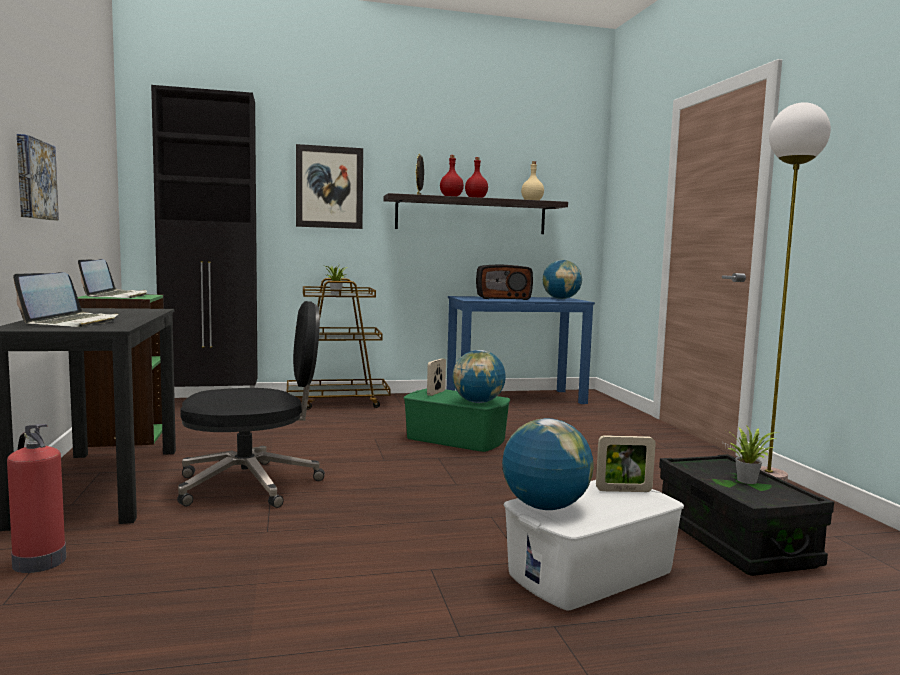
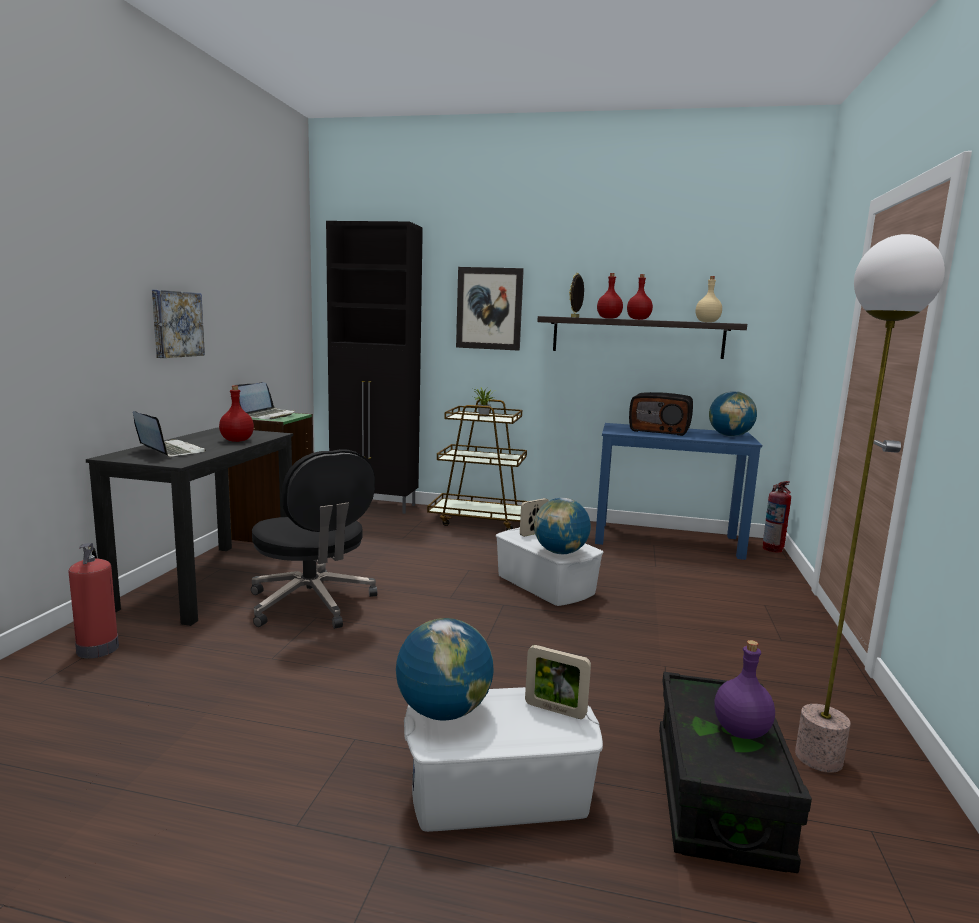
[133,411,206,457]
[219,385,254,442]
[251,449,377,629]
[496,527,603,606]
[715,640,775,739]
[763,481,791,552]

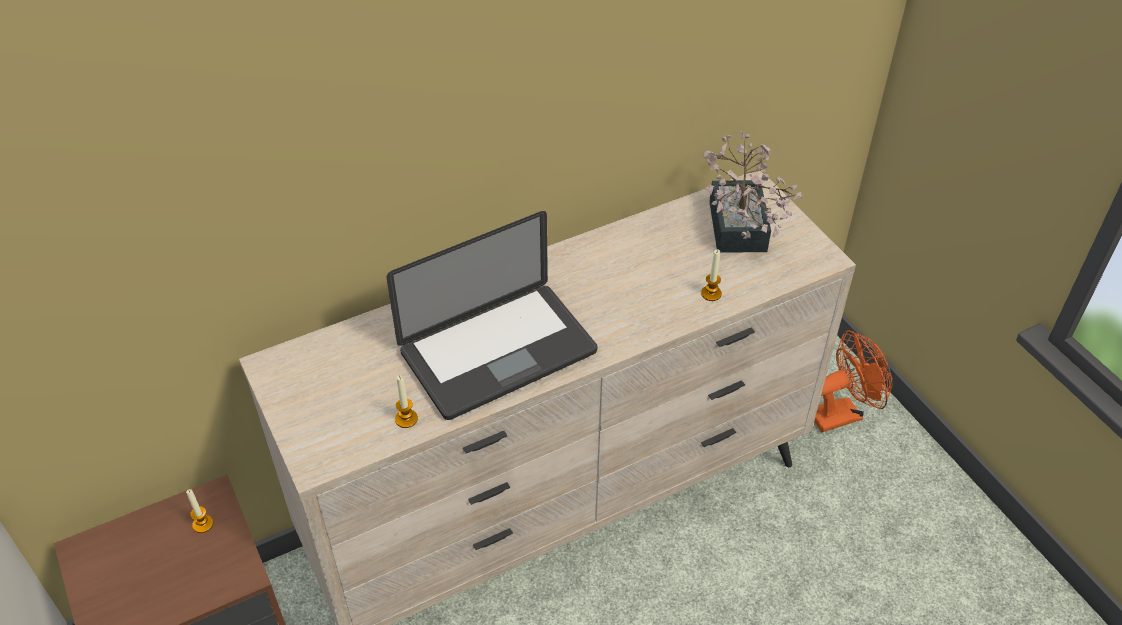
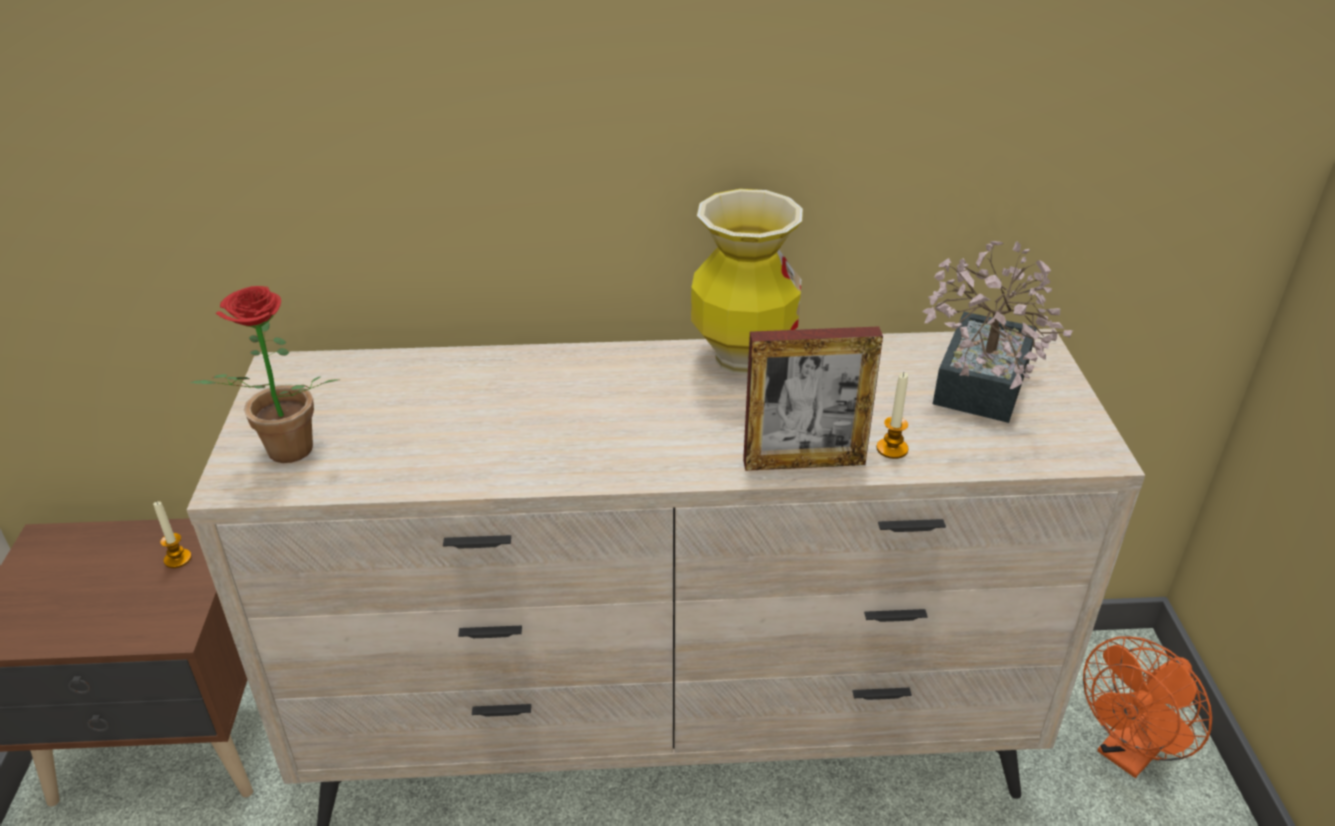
[190,286,338,463]
[691,189,803,375]
[743,326,883,471]
[1083,636,1212,778]
[387,211,597,420] (first image)
[395,375,418,428] (first image)

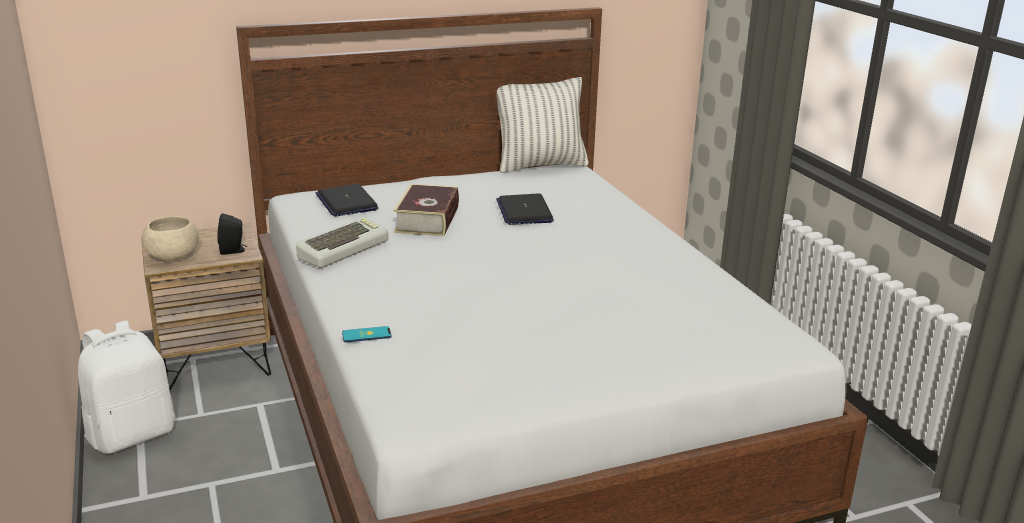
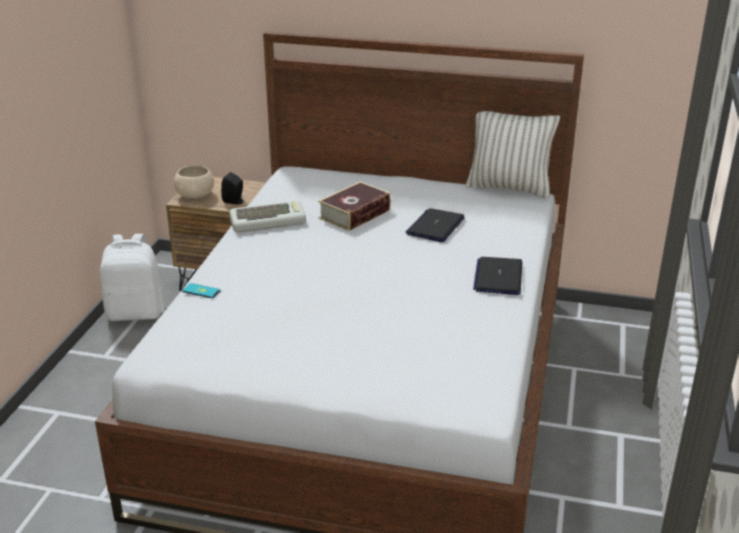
[473,257,522,295]

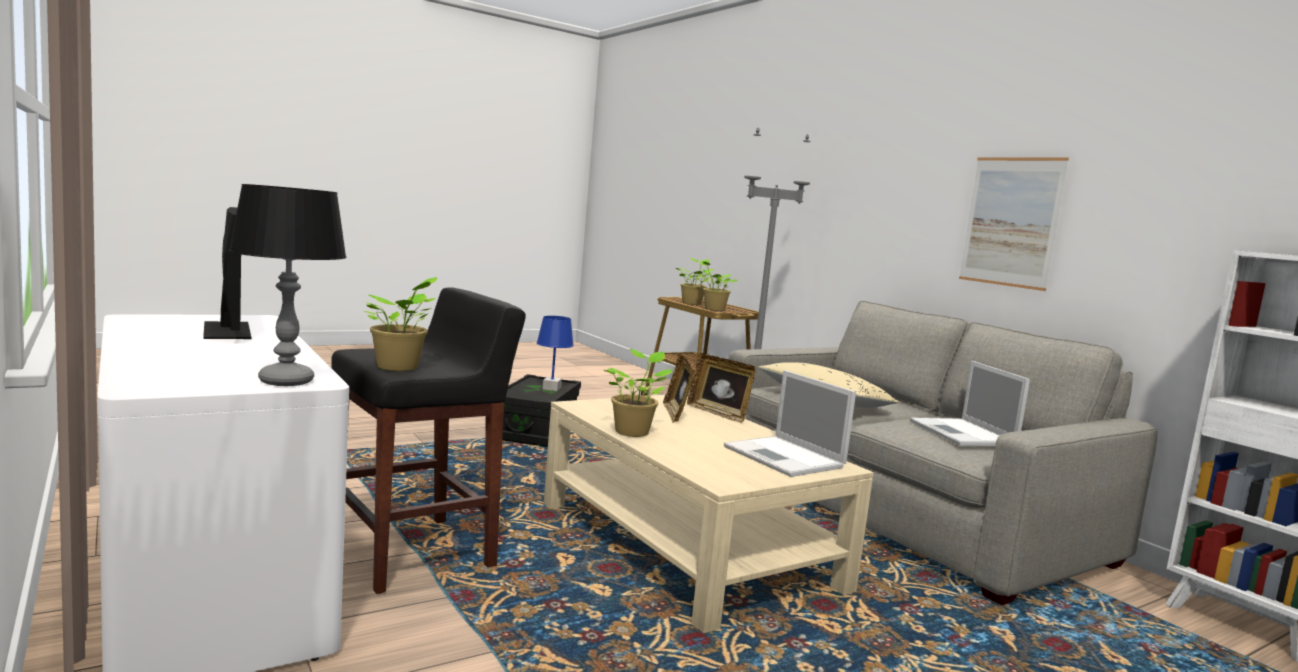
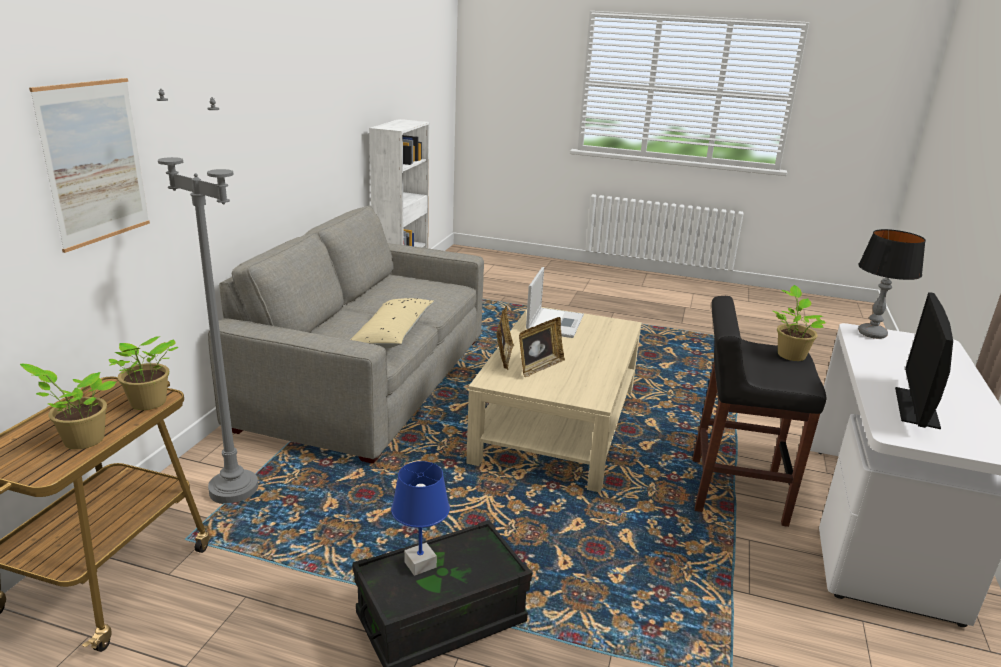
[29,78,150,253]
[604,349,673,437] (first image)
[910,361,1030,446] (first image)

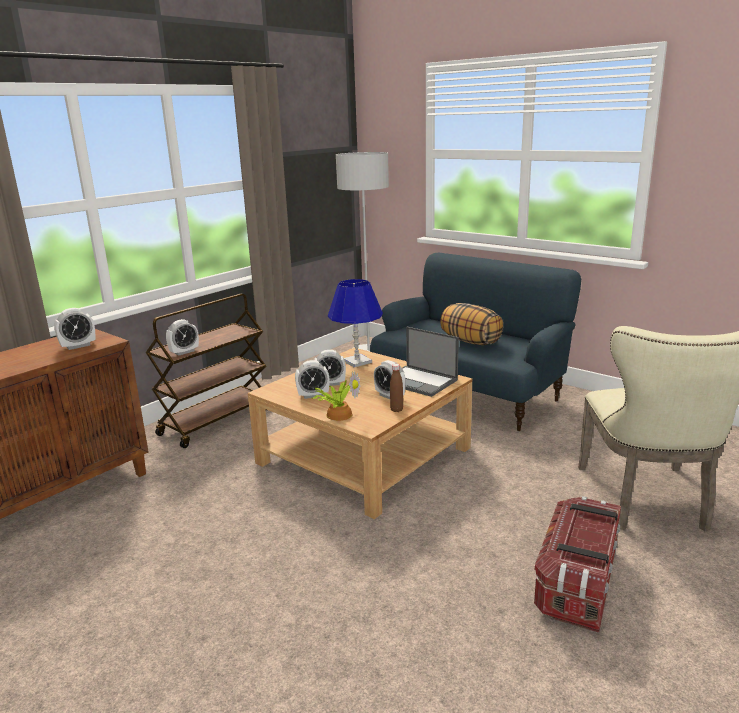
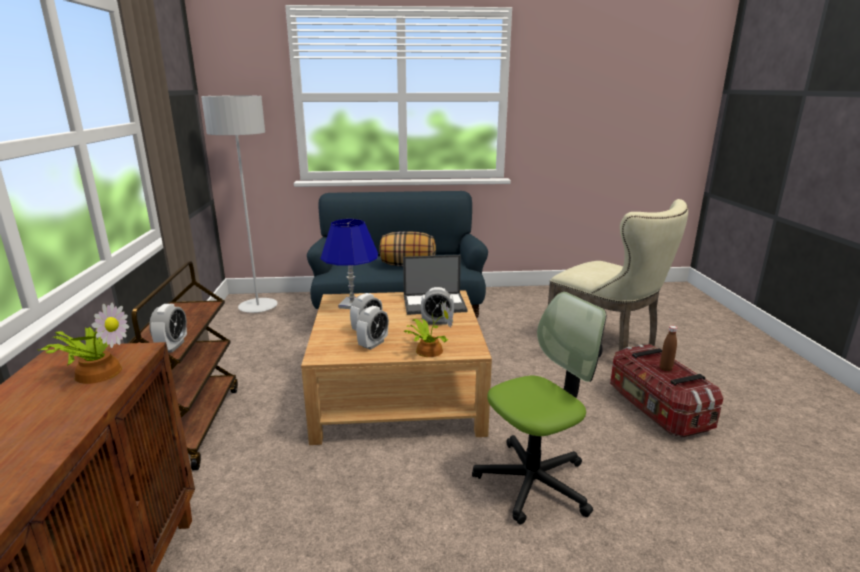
[37,302,129,384]
[472,292,606,525]
[660,326,677,371]

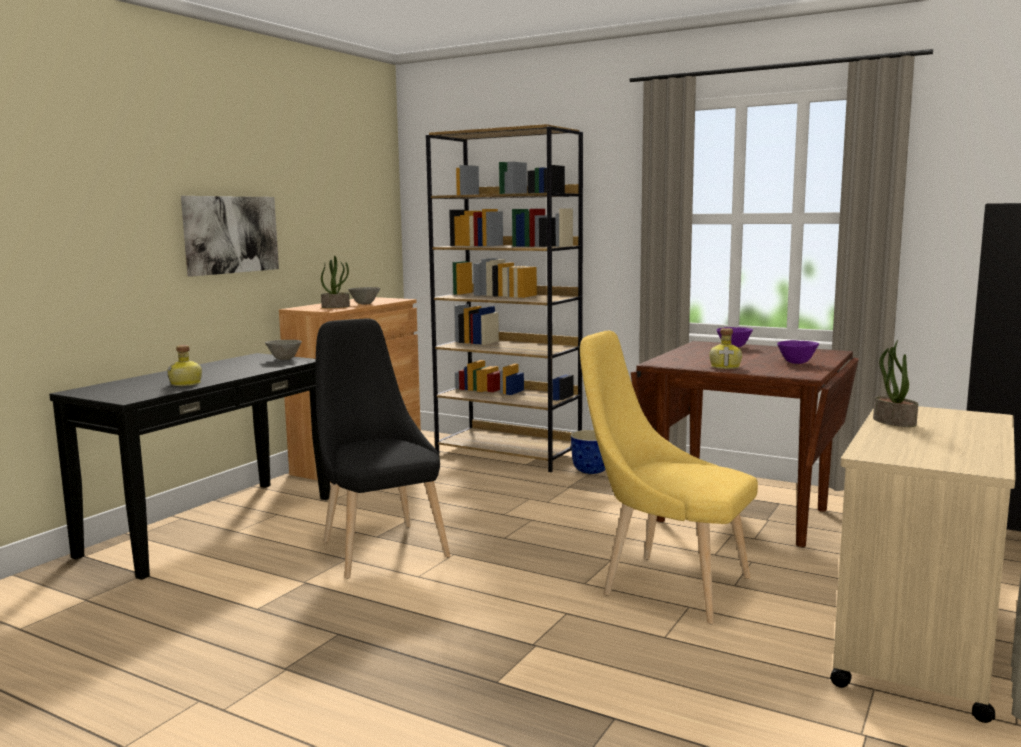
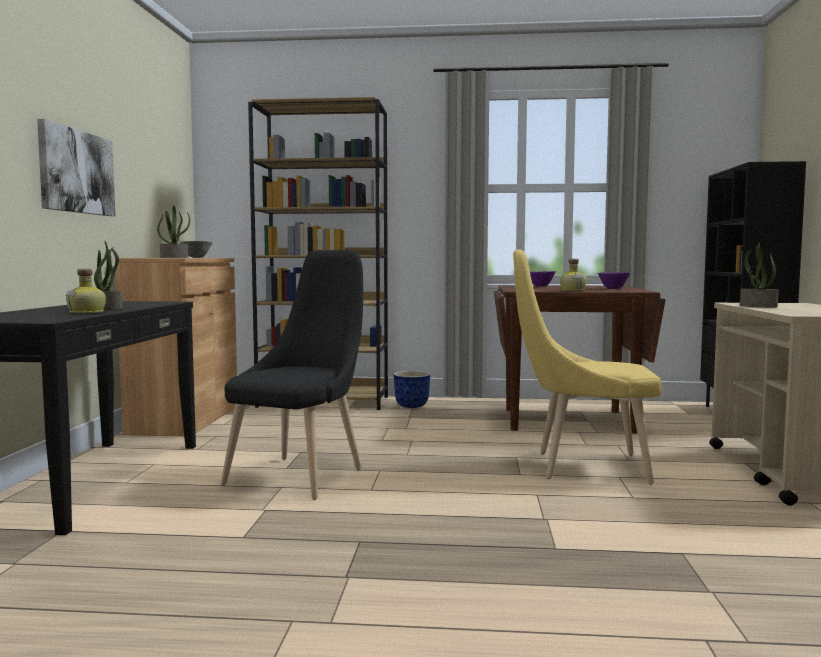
[94,240,123,310]
[221,250,363,500]
[265,340,302,360] (first image)

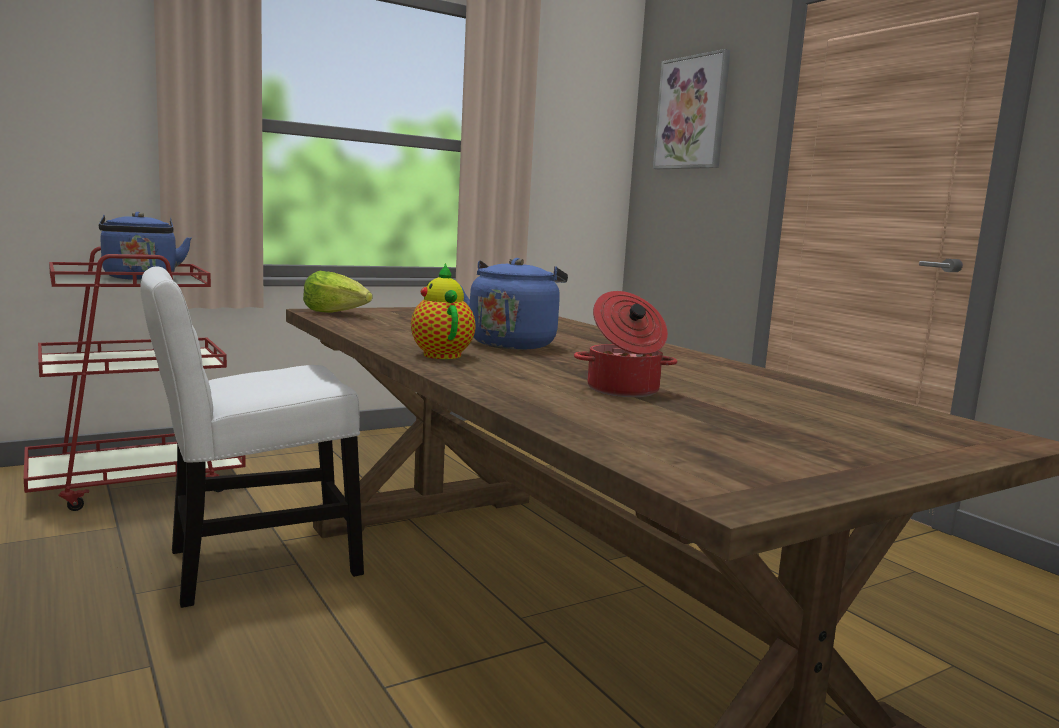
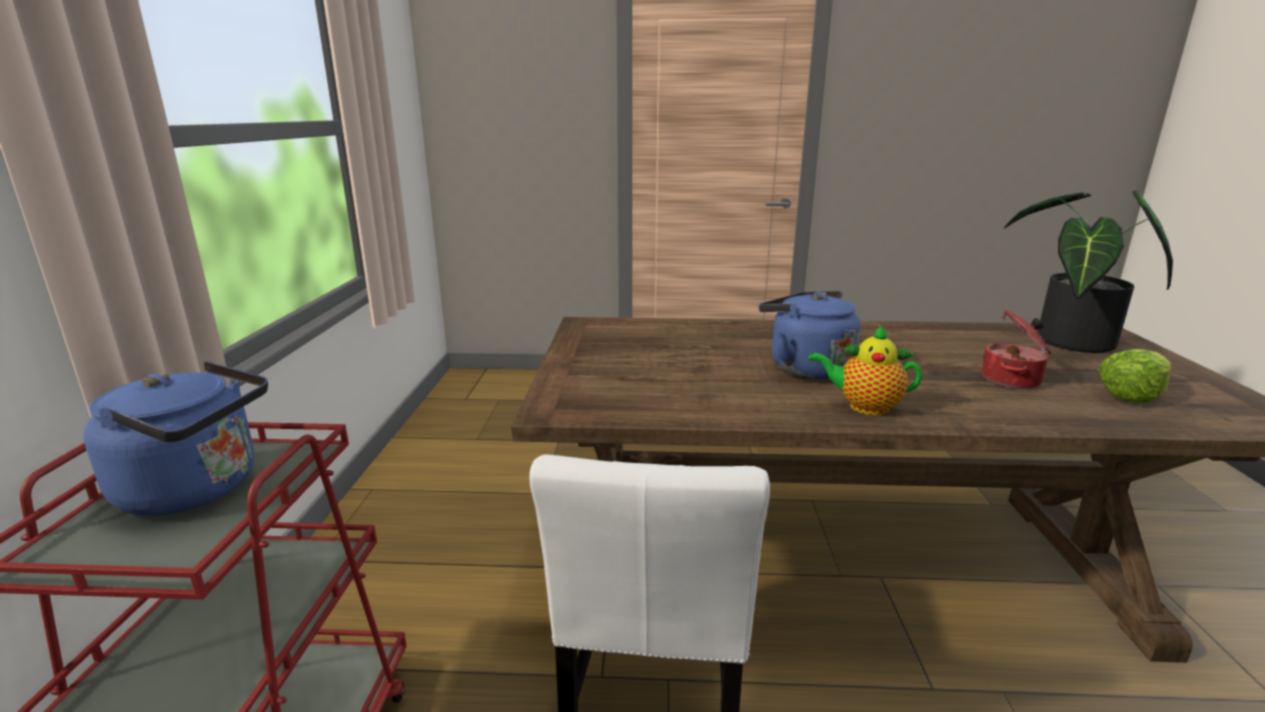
[1004,191,1173,353]
[1098,349,1171,403]
[653,49,730,169] (first image)

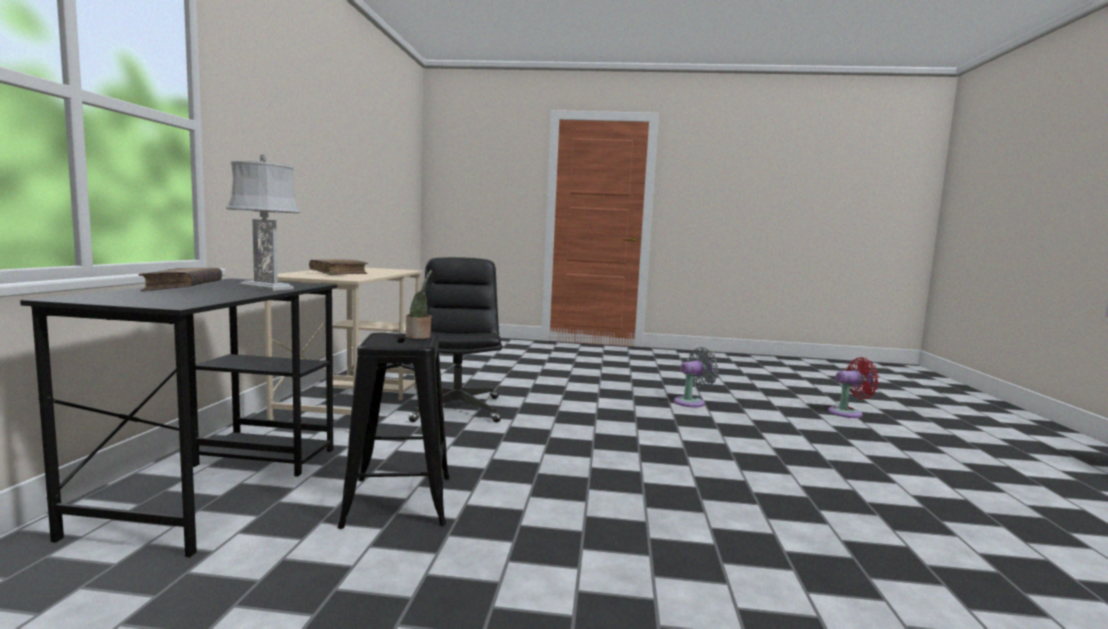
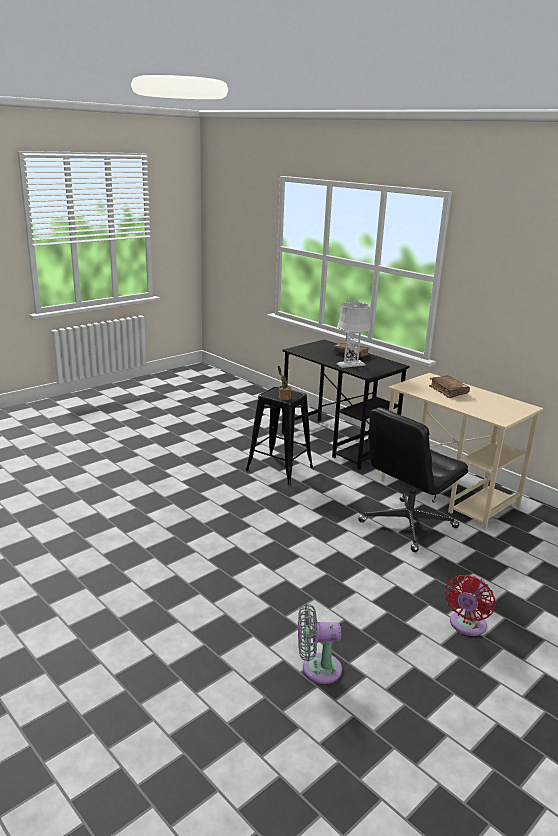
[298,604,342,684]
[358,408,468,552]
[445,574,495,636]

